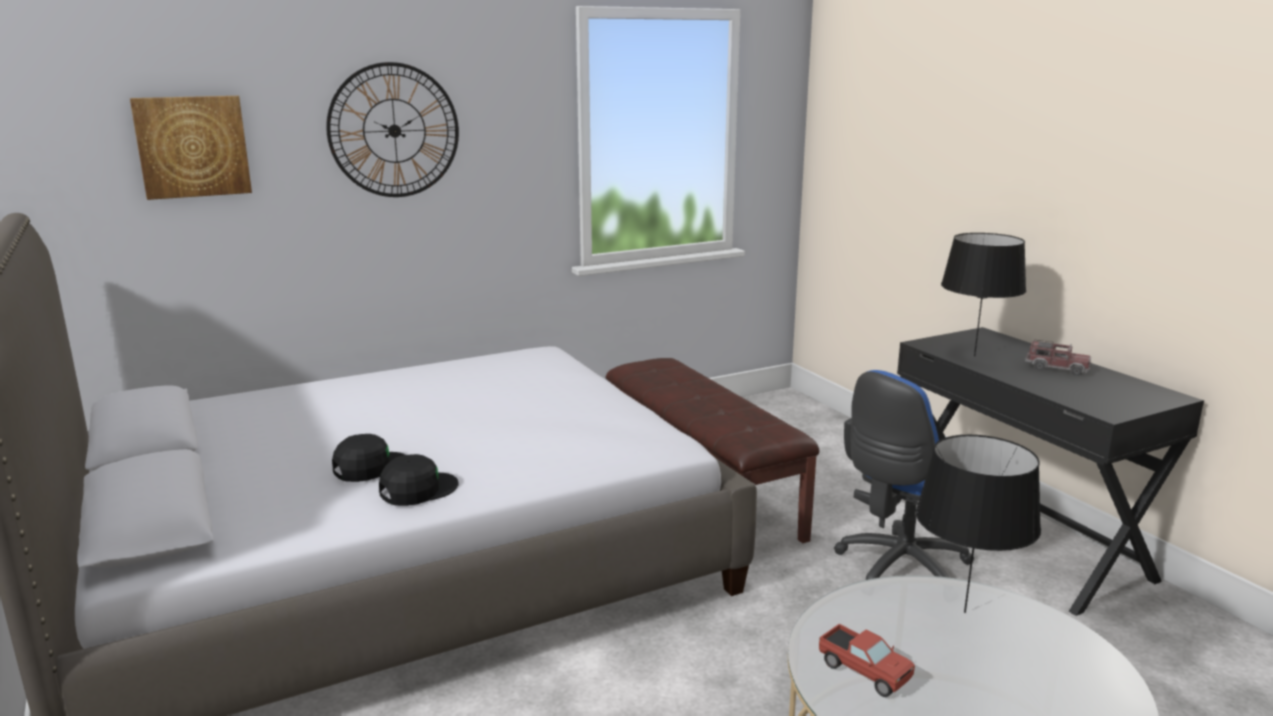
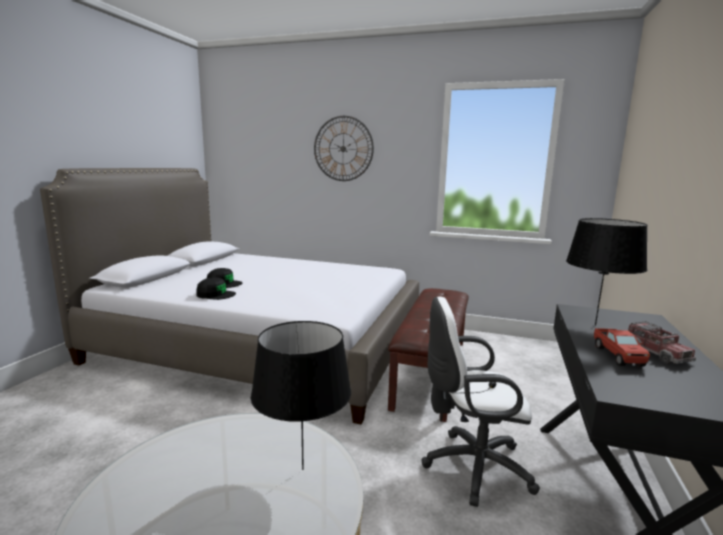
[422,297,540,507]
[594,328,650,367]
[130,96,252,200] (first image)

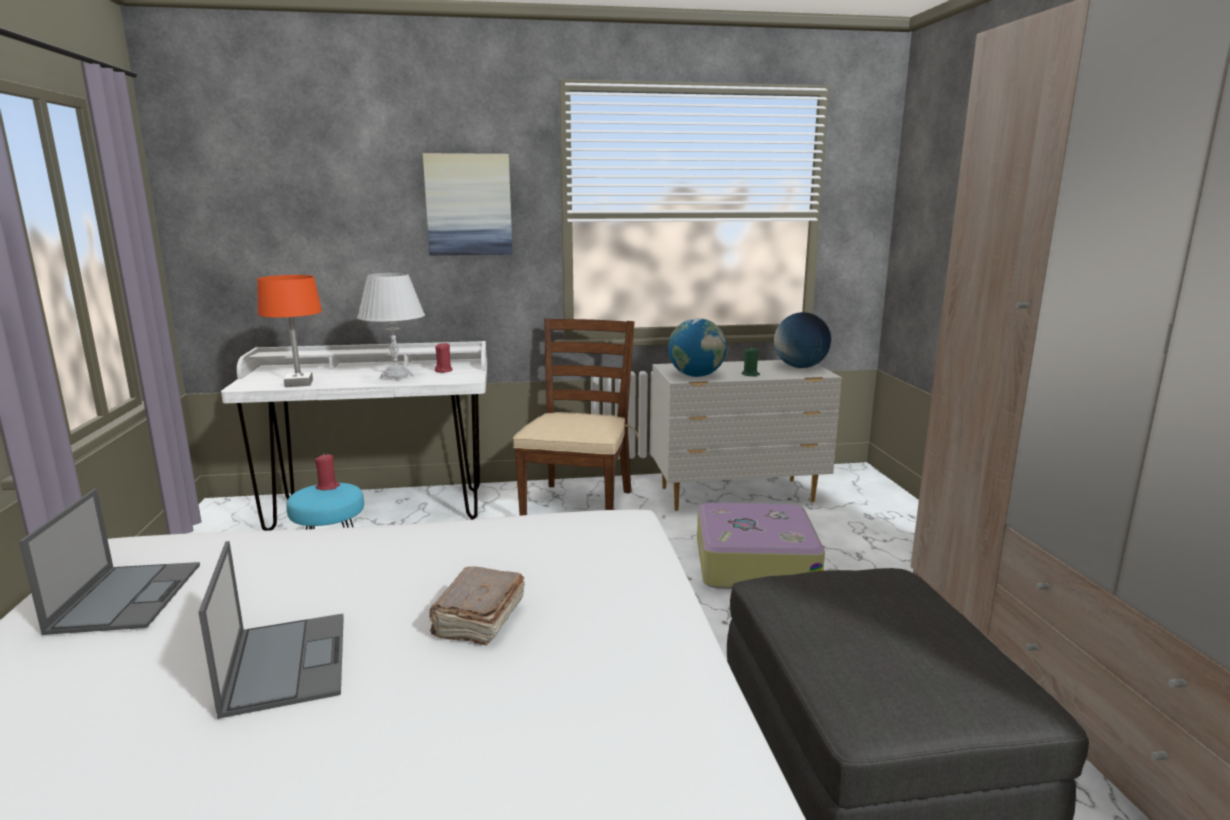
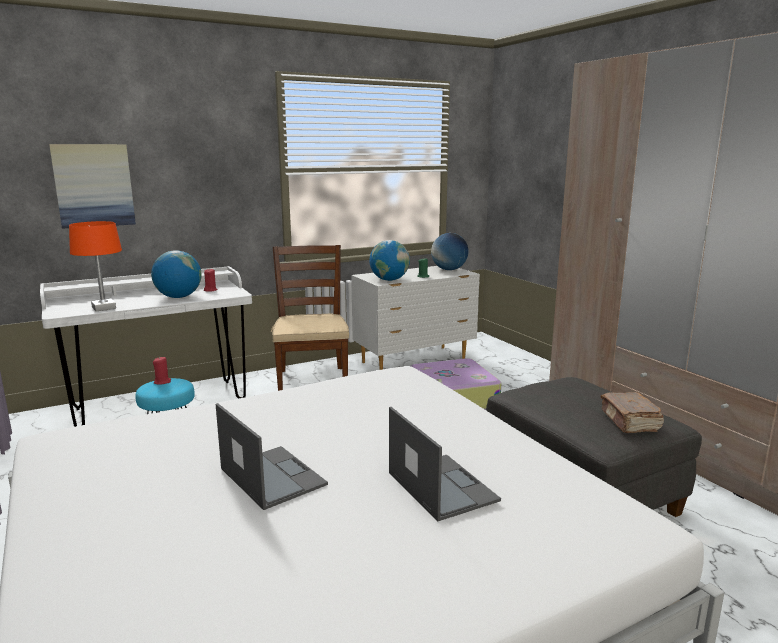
[49,144,136,229]
[151,250,202,298]
[389,407,501,521]
[601,392,664,433]

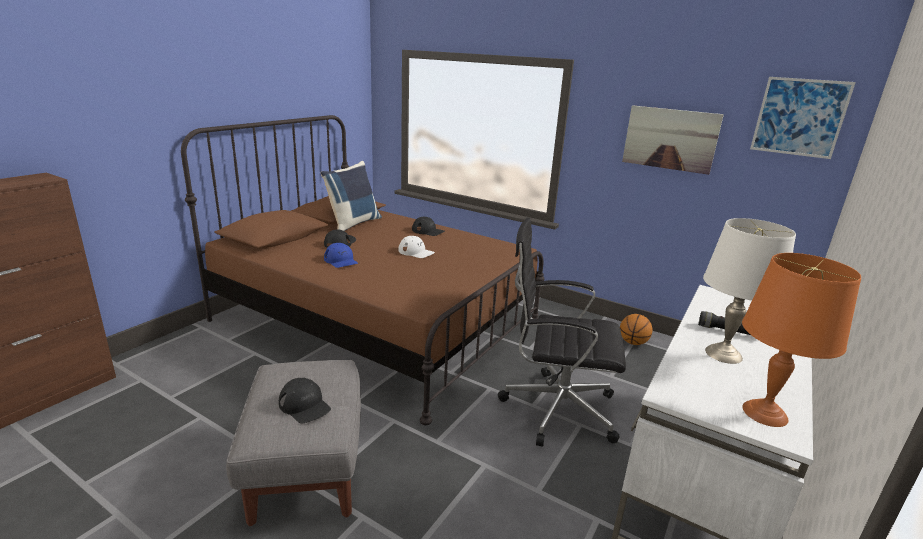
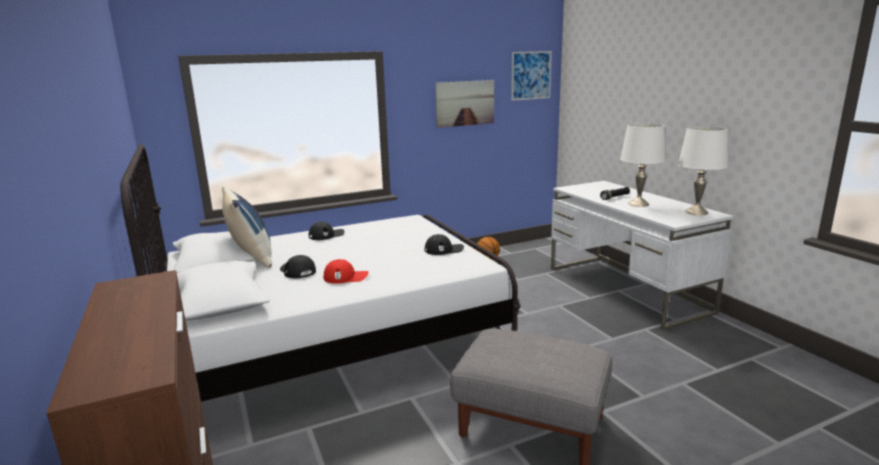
[120,144,520,402]
[323,259,369,284]
[424,234,464,255]
[678,126,728,215]
[399,236,435,258] (first image)
[498,217,626,446] (first image)

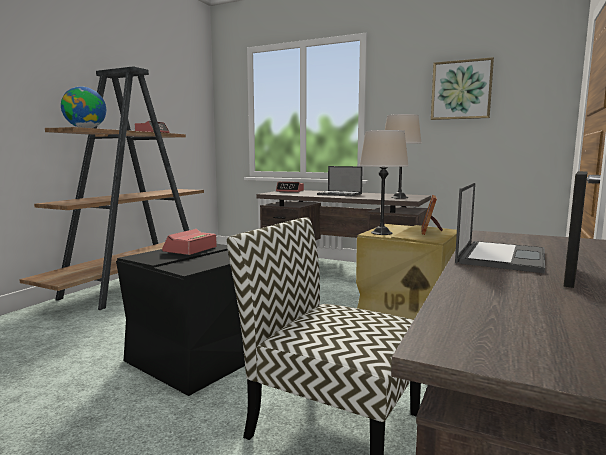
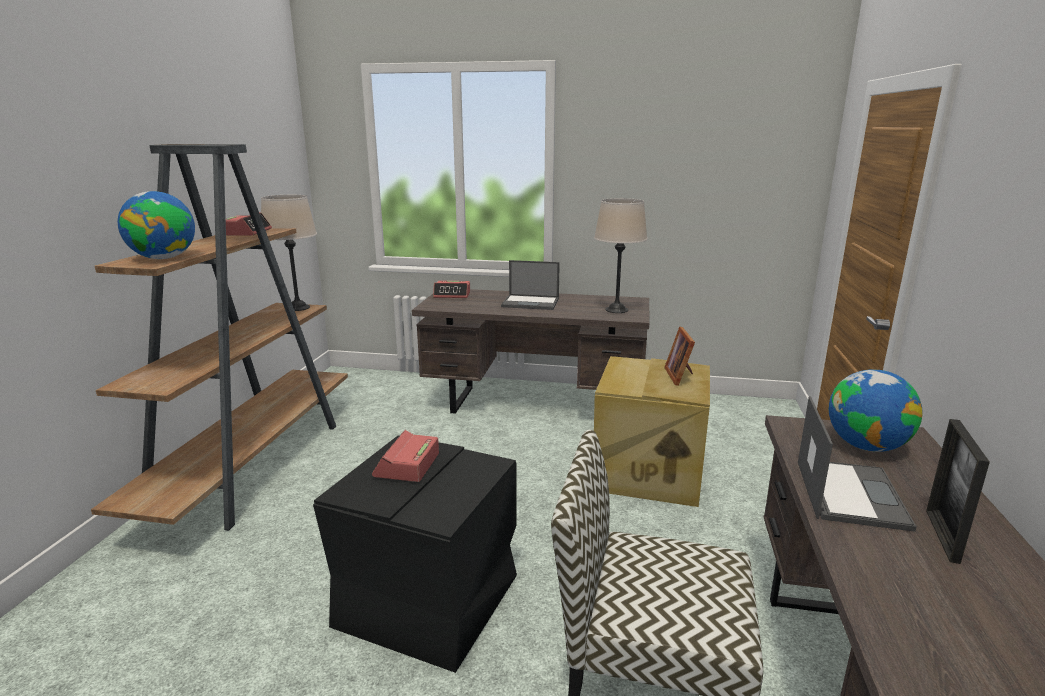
[261,195,317,311]
[829,369,923,452]
[431,57,494,120] (first image)

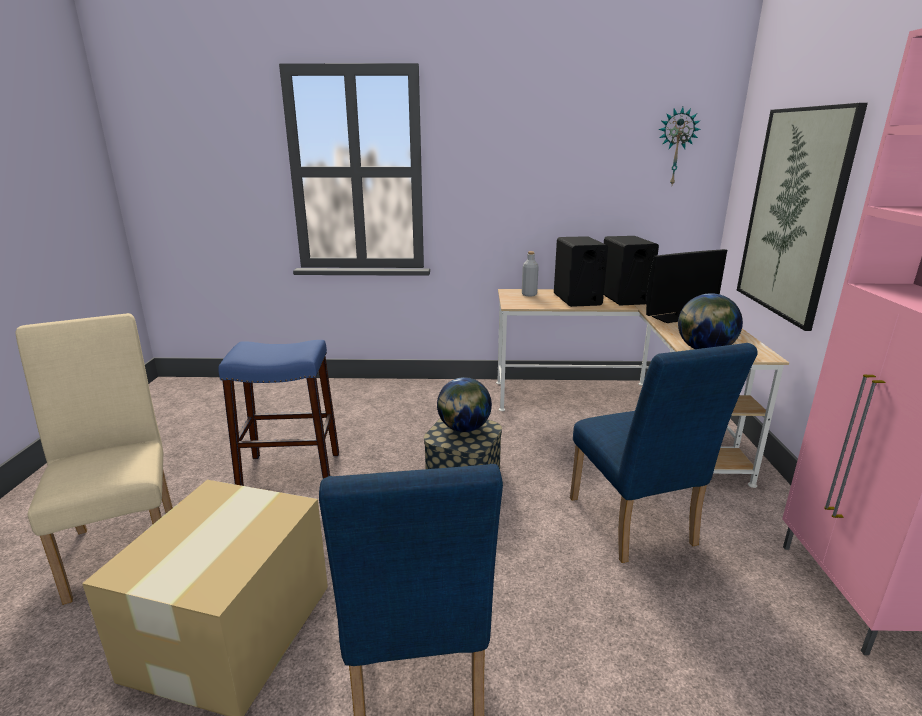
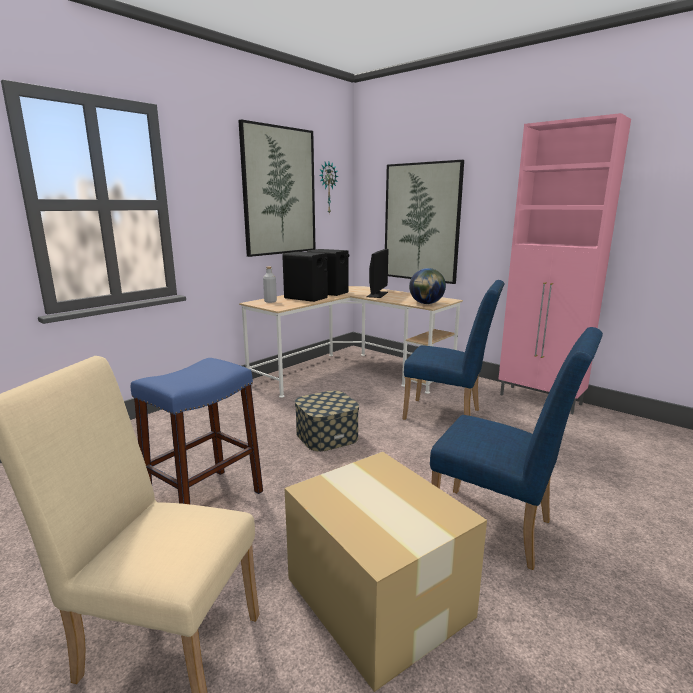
[238,119,316,257]
[437,377,492,432] (first image)

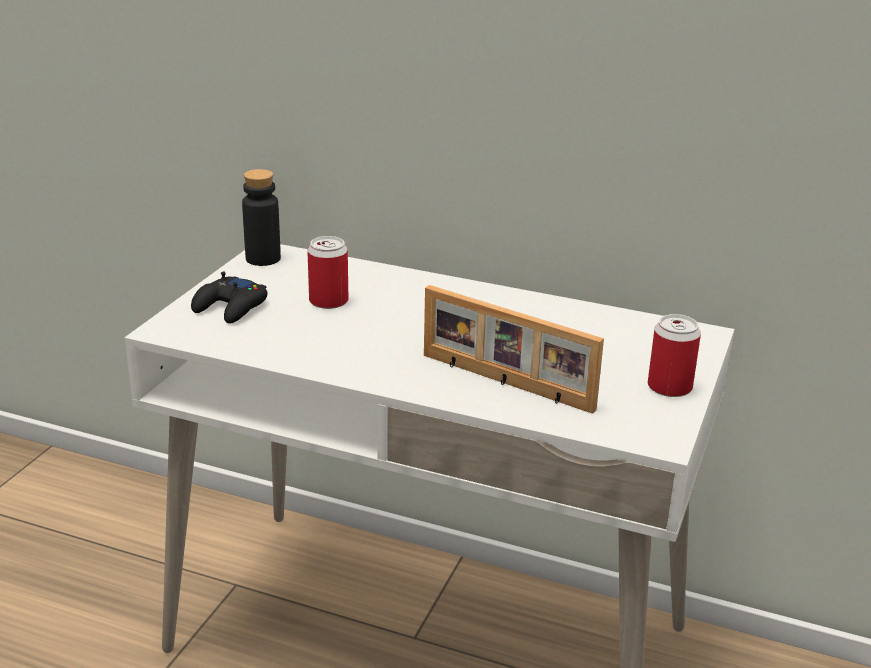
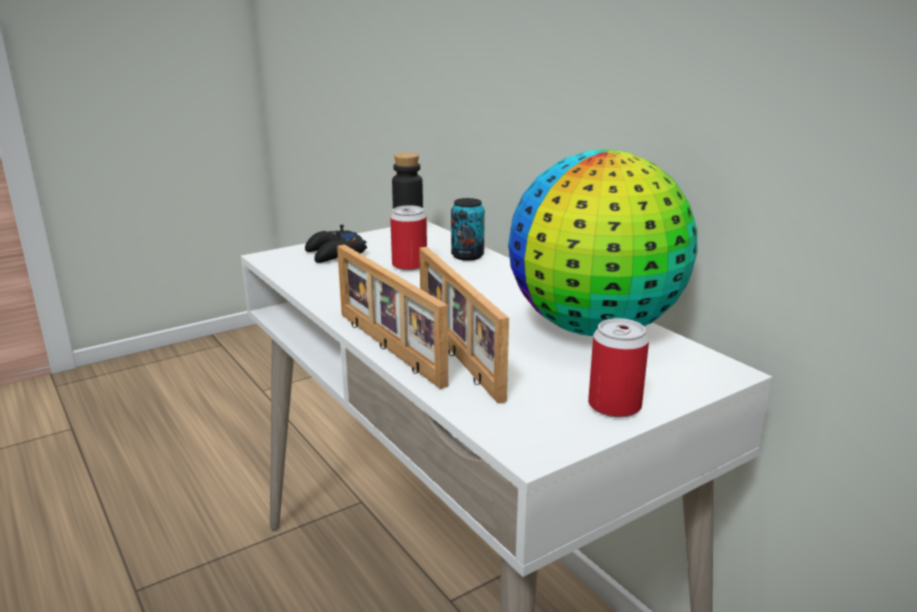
[337,244,448,389]
[451,198,485,261]
[508,150,697,336]

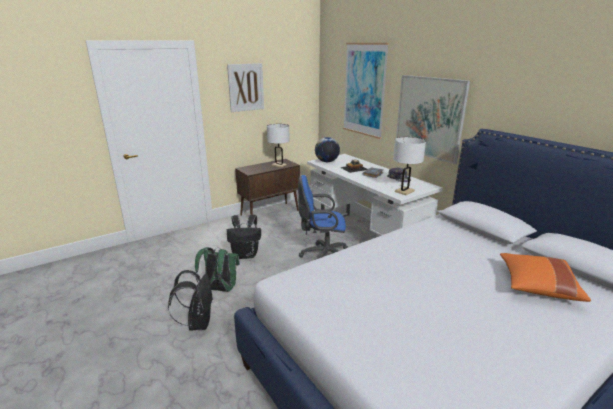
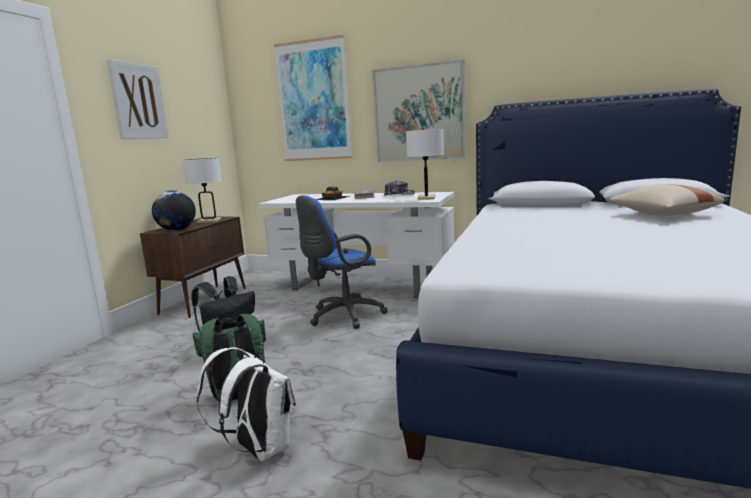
[152,190,196,231]
[197,347,296,461]
[609,184,725,216]

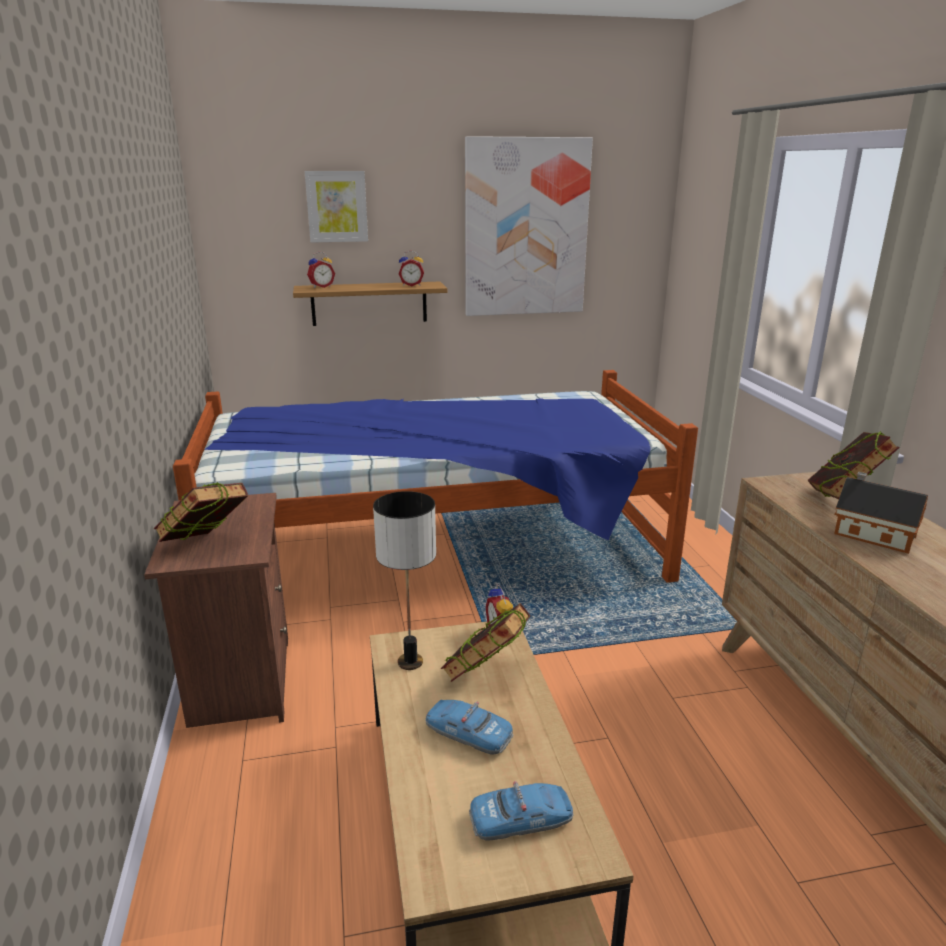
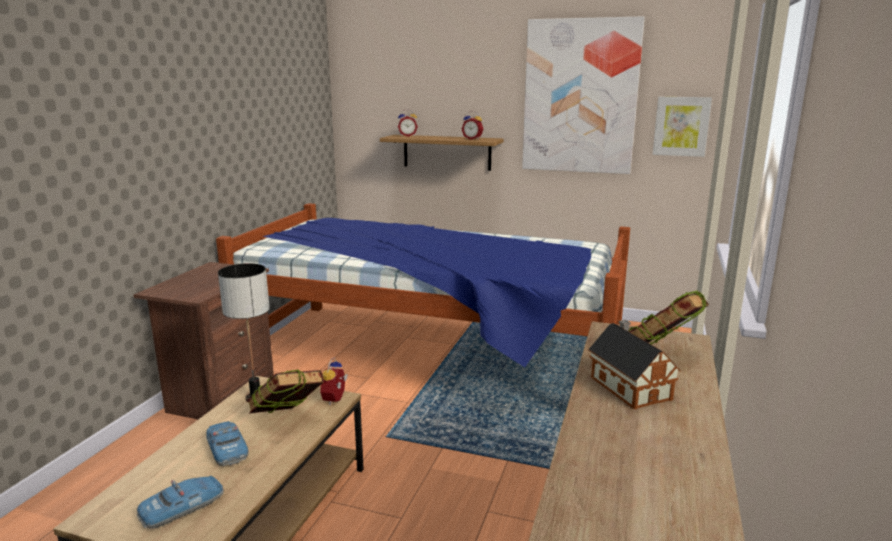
[137,476,224,529]
[653,97,712,157]
[154,482,248,542] (first image)

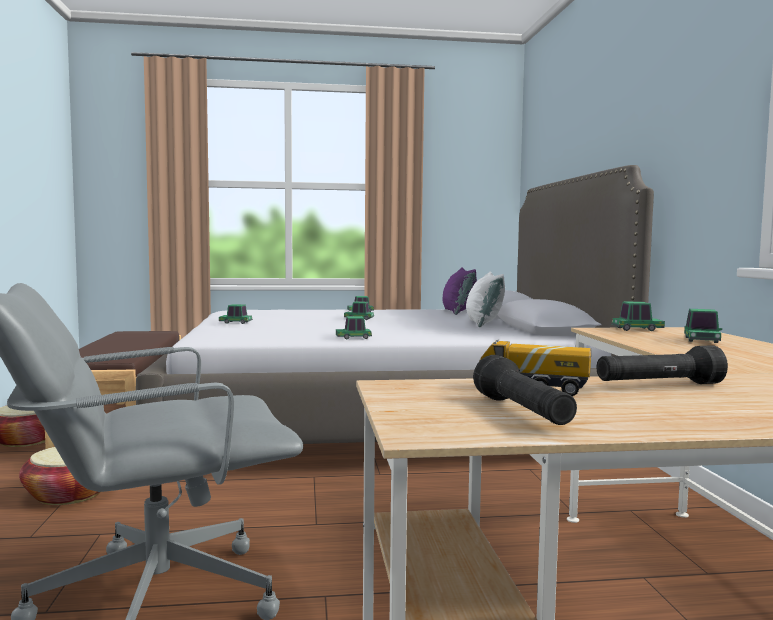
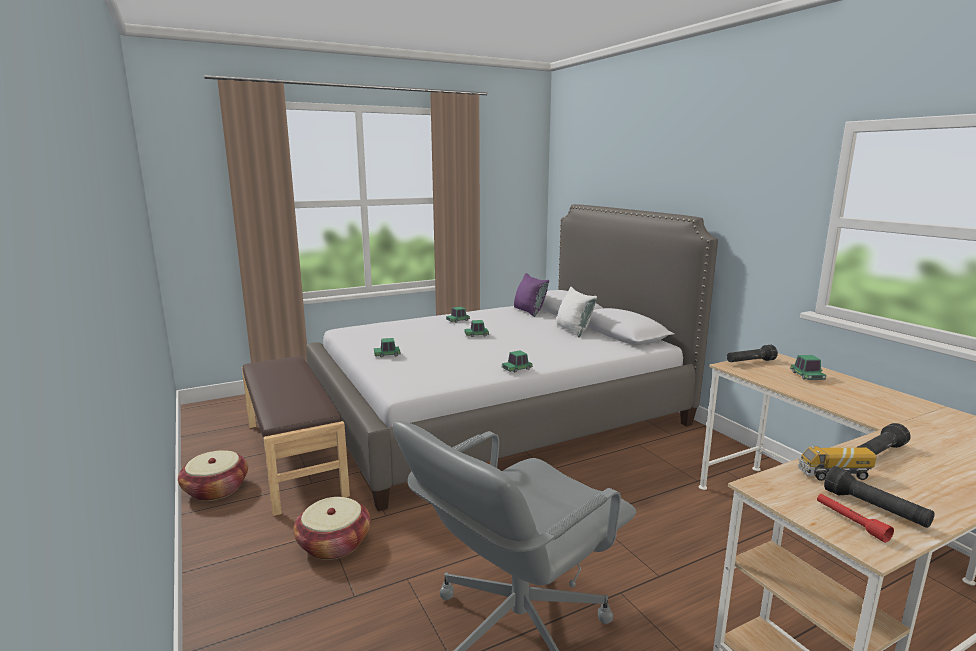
[727,345,778,362]
[817,494,894,543]

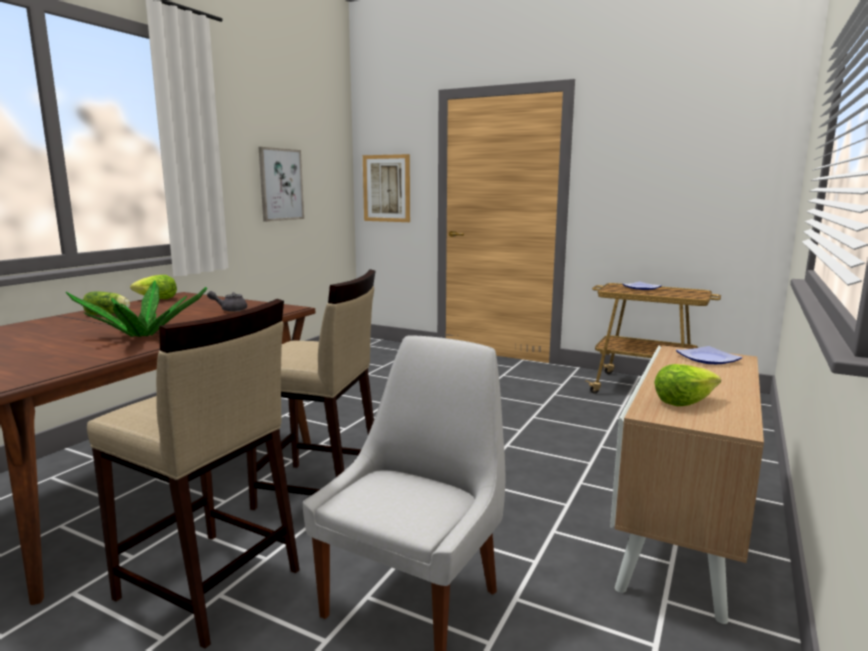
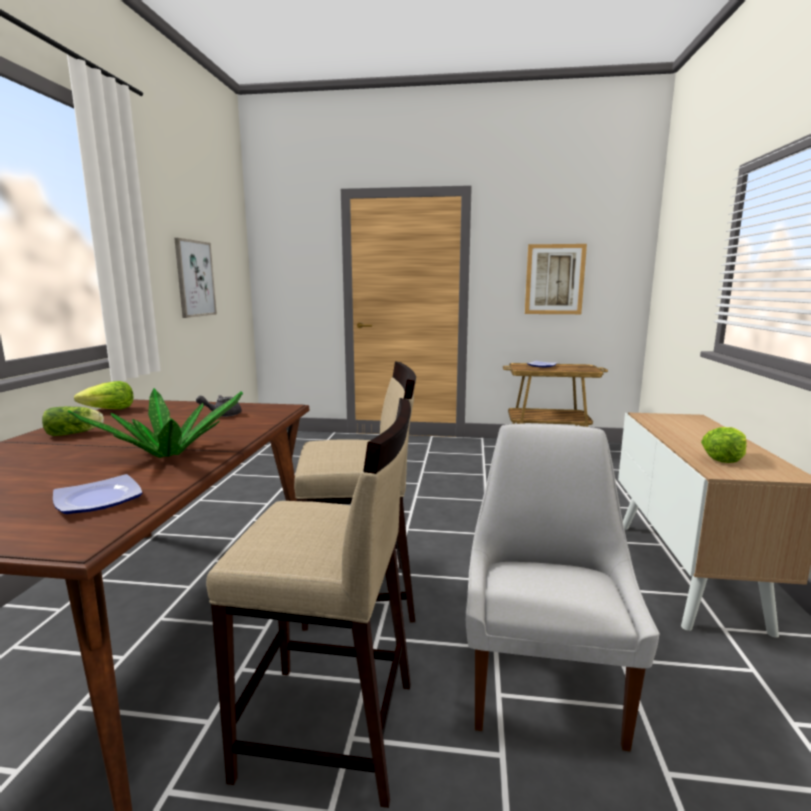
[53,474,143,514]
[525,244,587,314]

